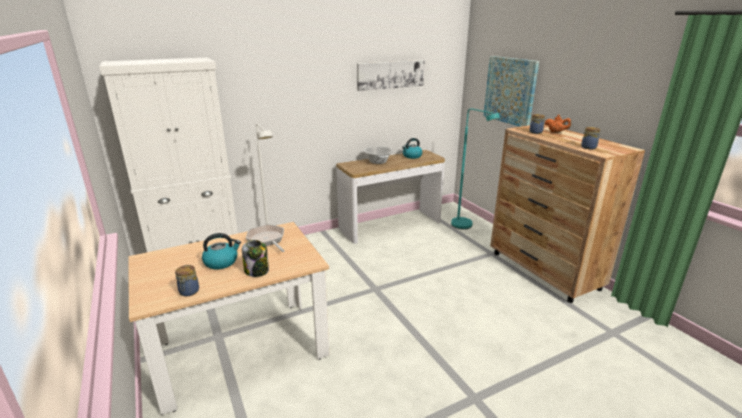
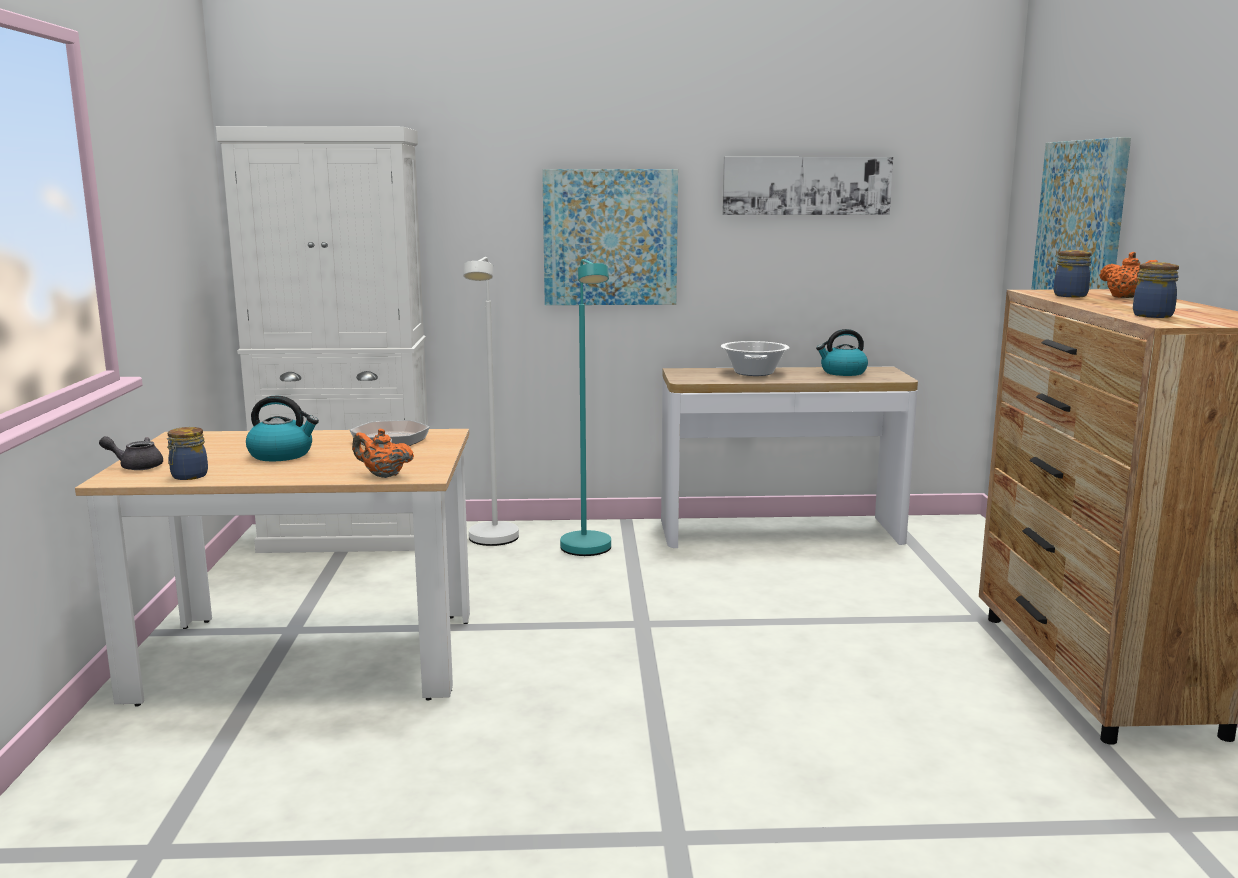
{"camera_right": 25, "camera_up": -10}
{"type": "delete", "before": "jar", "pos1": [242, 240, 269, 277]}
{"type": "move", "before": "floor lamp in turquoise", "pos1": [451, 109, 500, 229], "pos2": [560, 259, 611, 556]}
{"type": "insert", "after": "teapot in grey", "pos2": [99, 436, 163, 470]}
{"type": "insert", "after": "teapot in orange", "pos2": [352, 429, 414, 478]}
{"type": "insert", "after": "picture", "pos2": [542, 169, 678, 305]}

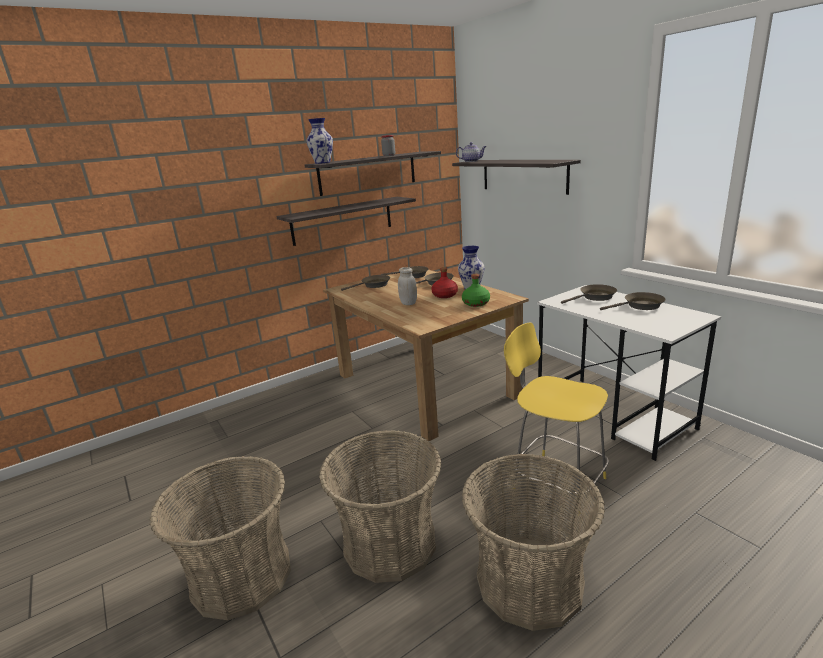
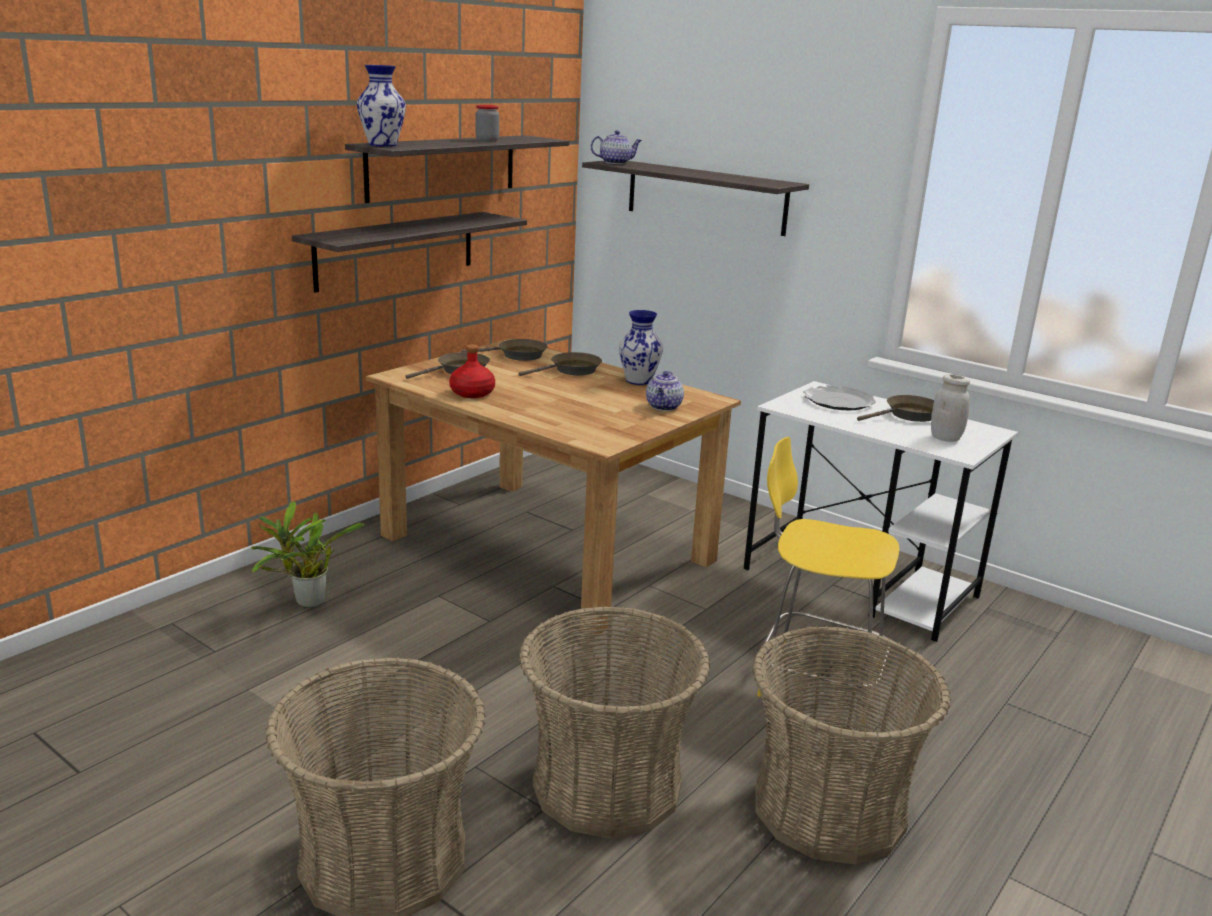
{"camera_right": -20, "camera_up": 0}
{"type": "move", "before": "jar in white", "pos1": [398, 267, 417, 305], "pos2": [931, 374, 970, 442]}
{"type": "move", "before": "bottle in red", "pos1": [431, 267, 458, 298], "pos2": [449, 344, 495, 398]}
{"type": "replace", "before": "bottle in green", "after": "teapot", "pos1": [462, 274, 490, 307], "pos2": [646, 371, 684, 411]}
{"type": "replace", "before": "frying pan in brown", "after": "plate", "pos1": [561, 284, 617, 304], "pos2": [804, 385, 876, 410]}
{"type": "insert", "after": "potted plant", "pos2": [251, 501, 364, 608]}

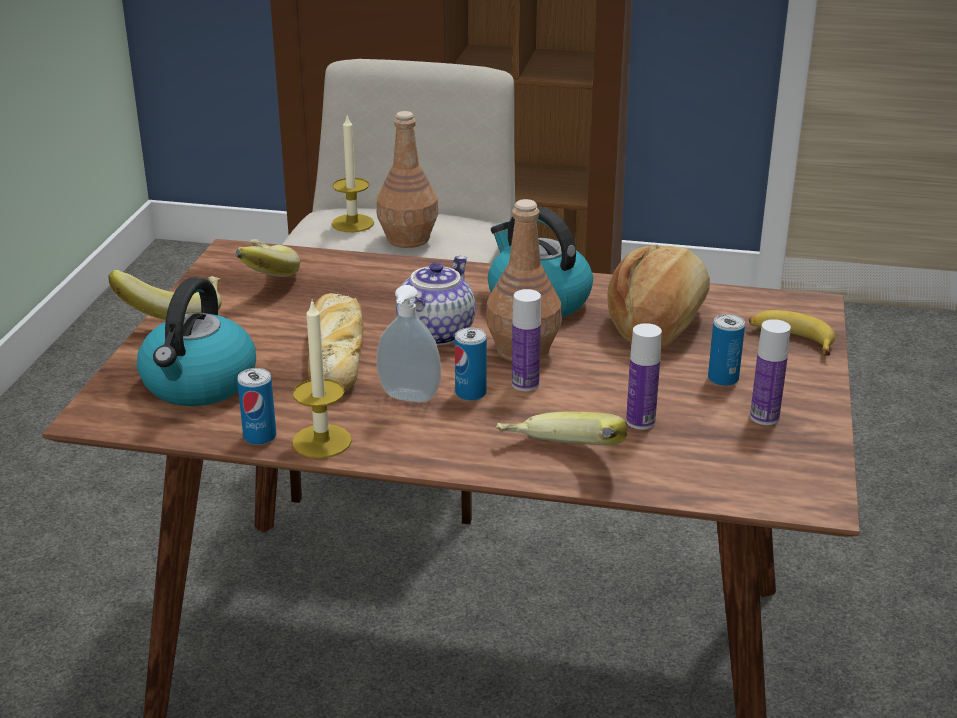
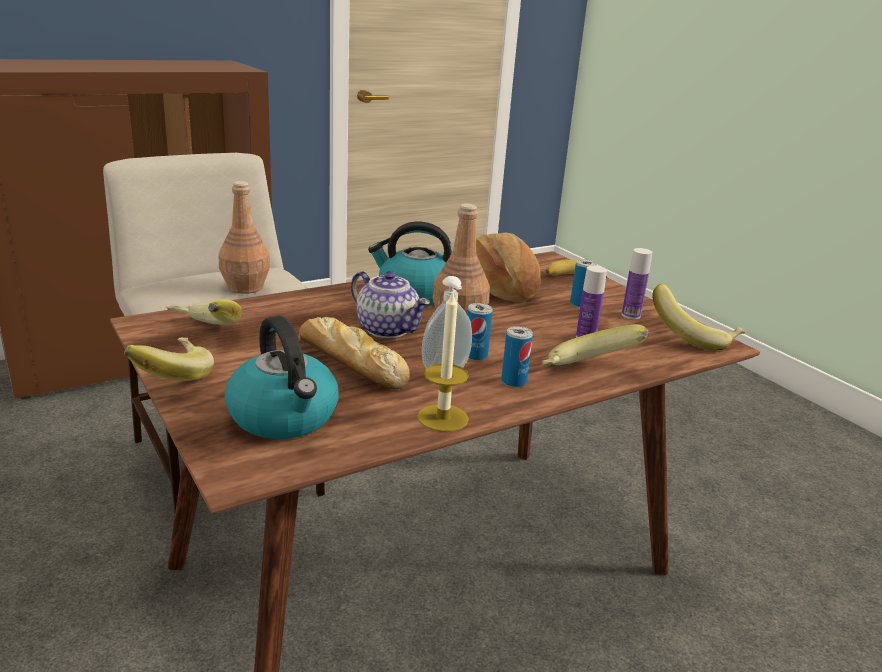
{"camera_right": -45, "camera_up": -5}
{"type": "move", "before": "can", "pos1": [237, 368, 276, 445], "pos2": [501, 326, 533, 387]}
{"type": "delete", "before": "candle", "pos1": [331, 115, 374, 232]}
{"type": "rotate", "before": "teapot", "pos1": [396, 256, 475, 346], "pos2": [351, 271, 430, 338], "turn": 150}
{"type": "delete", "before": "bottle", "pos1": [512, 289, 541, 391]}
{"type": "insert", "after": "banana", "pos2": [652, 284, 745, 351]}

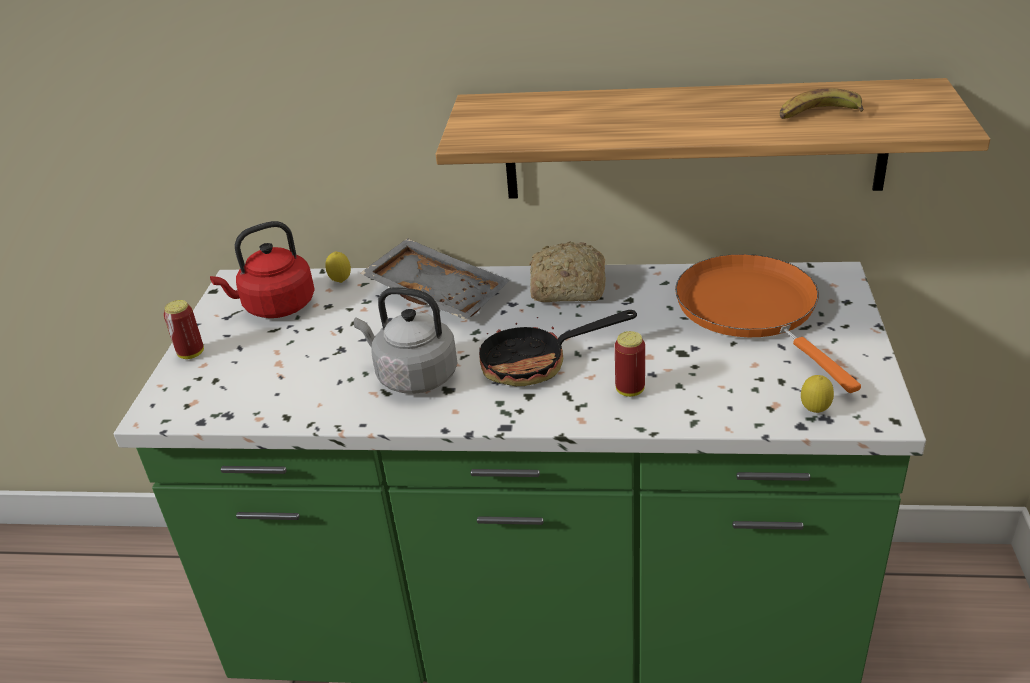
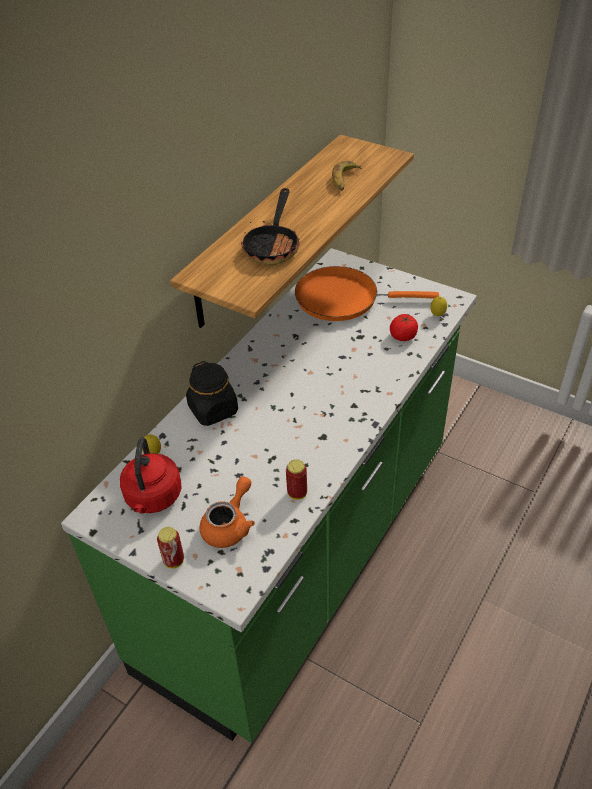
{"camera_right": -65, "camera_up": 10}
{"type": "delete", "before": "kettle in grey", "pos1": [354, 287, 458, 394]}
{"type": "replace", "before": "tray in grey", "after": "jar in black", "pos1": [360, 238, 510, 320], "pos2": [186, 361, 238, 426]}
{"type": "move", "before": "frying pan", "pos1": [479, 310, 637, 386], "pos2": [241, 188, 300, 265]}
{"type": "delete", "before": "bread", "pos1": [529, 241, 606, 302]}
{"type": "move", "before": "can", "pos1": [615, 331, 645, 397], "pos2": [286, 459, 307, 500]}
{"type": "insert", "after": "teapot in orange", "pos2": [199, 476, 255, 548]}
{"type": "insert", "after": "tomato", "pos2": [390, 314, 418, 341]}

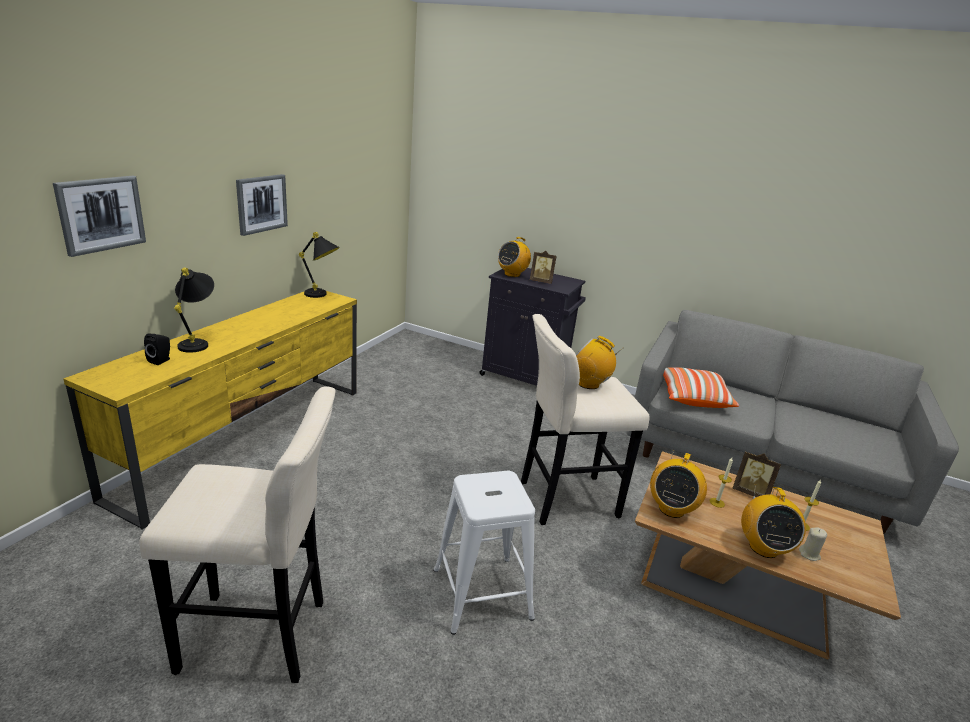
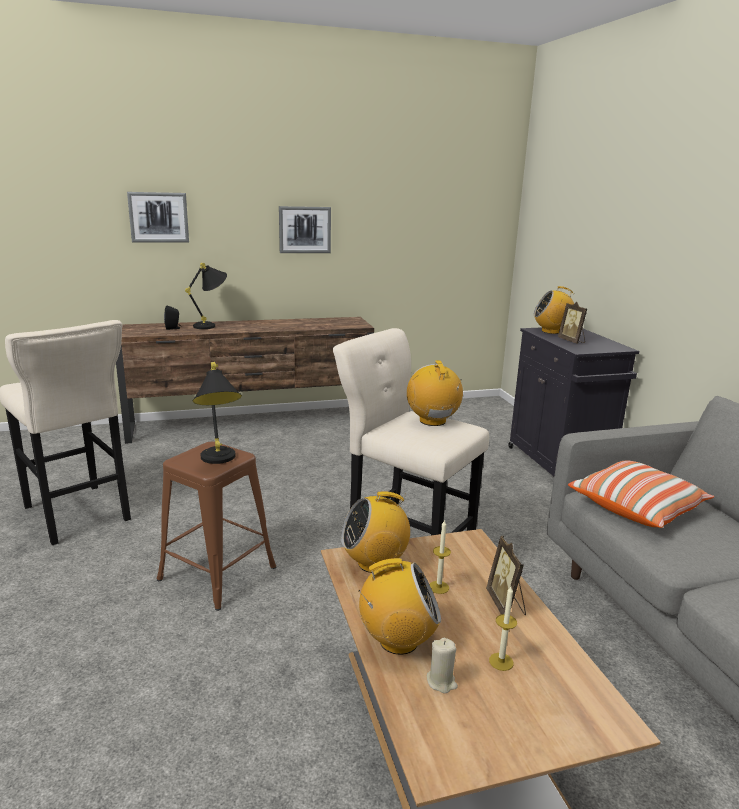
{"camera_right": 50, "camera_up": -5}
{"type": "recolor", "before": "tv stand in yellow", "after": "tv stand in brown", "pos1": [63, 291, 357, 530], "pos2": [116, 317, 374, 444]}
{"type": "move", "before": "table lamp in black", "pos1": [299, 232, 340, 298], "pos2": [193, 362, 242, 464]}
{"type": "recolor", "before": "stool in white", "after": "stool in brown", "pos1": [433, 471, 535, 635], "pos2": [157, 442, 276, 611]}
{"type": "rotate", "before": "radio", "pos1": [741, 484, 806, 558], "pos2": [358, 558, 441, 655], "turn": -150}

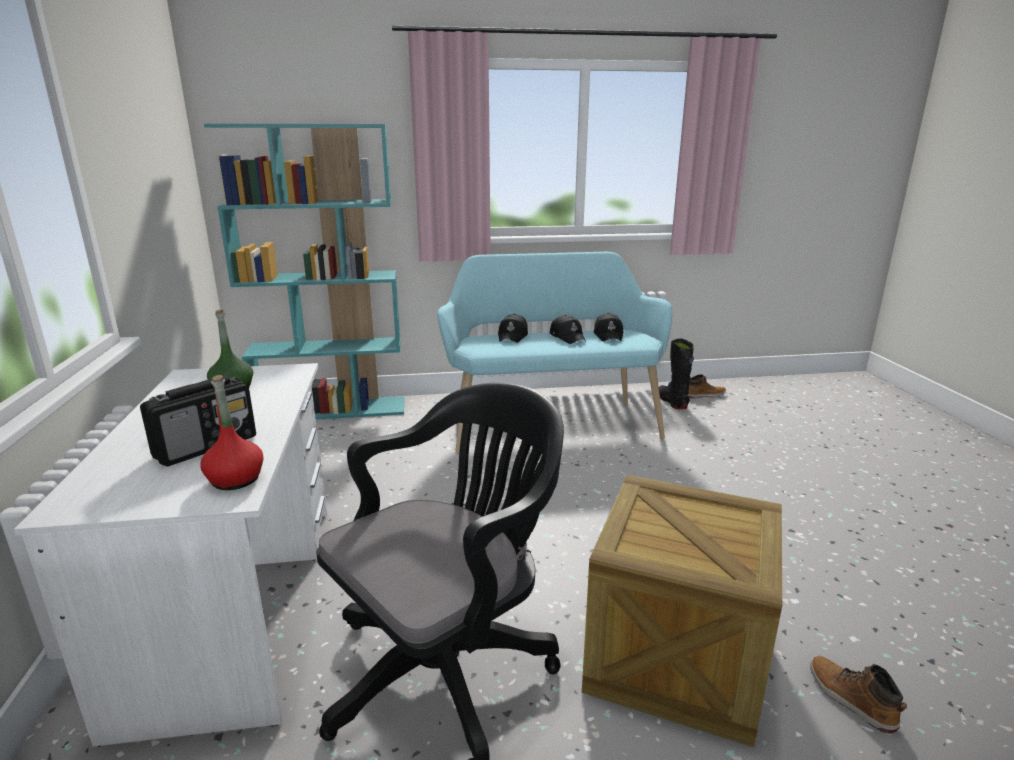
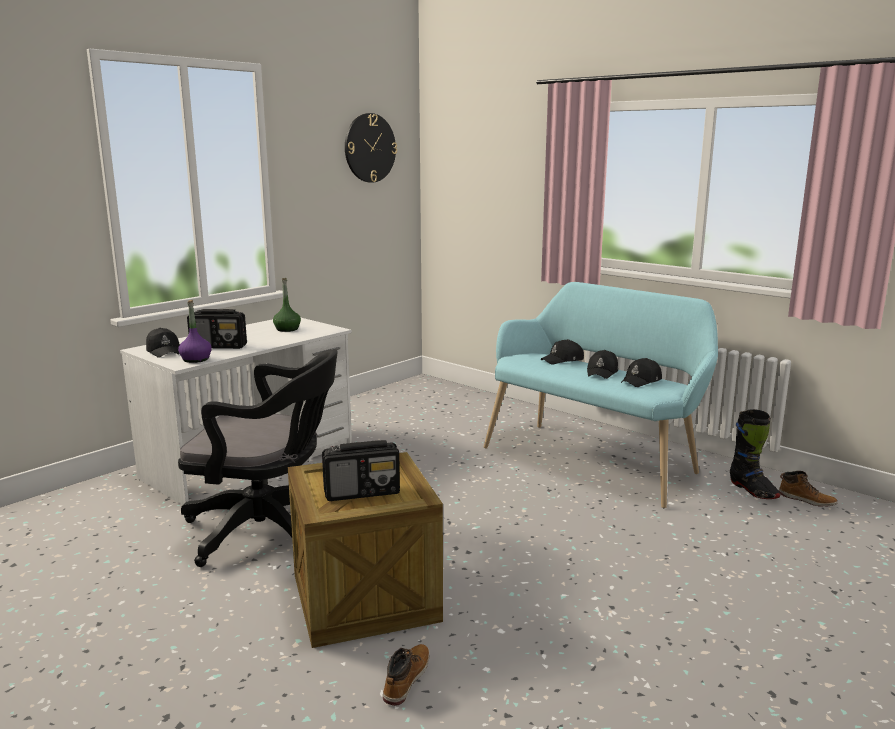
{"camera_right": 50, "camera_up": -5}
{"type": "recolor", "before": "bottle in red", "after": "bottle in purple", "pos1": [200, 375, 264, 490], "pos2": [178, 300, 212, 363]}
{"type": "delete", "before": "bookcase in turquoise", "pos1": [204, 124, 404, 420]}
{"type": "rotate", "before": "boot in black", "pos1": [659, 339, 694, 410], "pos2": [730, 409, 781, 499], "turn": 120}
{"type": "insert", "after": "cap in black", "pos2": [146, 328, 180, 358]}
{"type": "insert", "after": "radio", "pos2": [322, 440, 400, 501]}
{"type": "insert", "after": "wall clock", "pos2": [345, 113, 397, 183]}

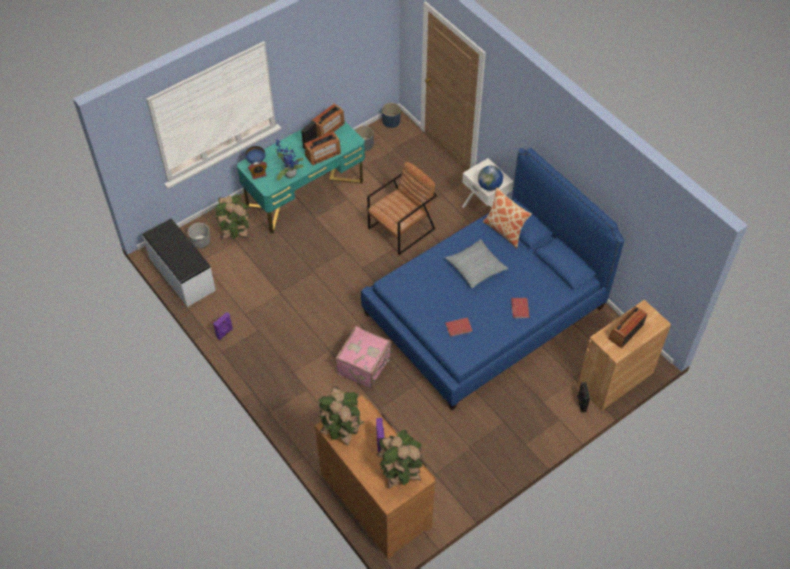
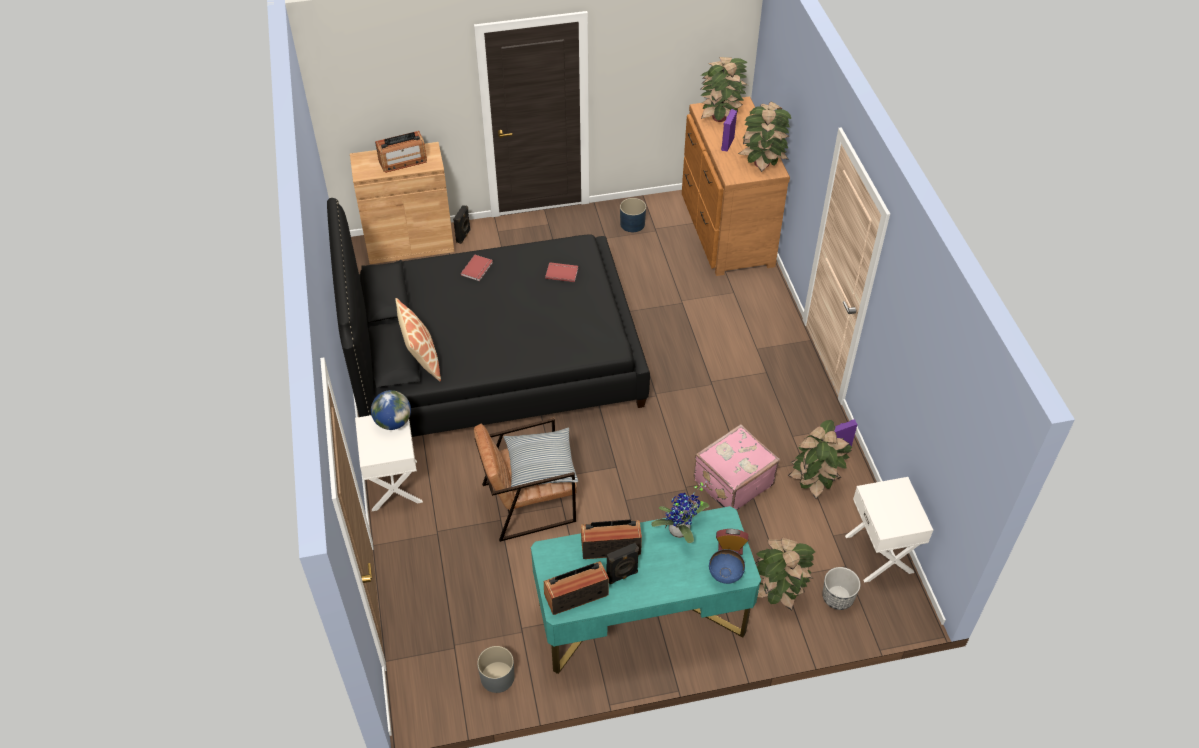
{"camera_right": -155, "camera_up": -5}
{"type": "replace", "before": "bench in white", "after": "nightstand in white", "pos1": [142, 219, 216, 307], "pos2": [845, 477, 933, 583]}
{"type": "move", "before": "suitcase in pink", "pos1": [335, 326, 391, 388], "pos2": [693, 424, 780, 510]}
{"type": "recolor", "before": "bed in blue", "after": "bed in black", "pos1": [361, 148, 625, 410], "pos2": [327, 198, 650, 437]}
{"type": "move", "before": "planter in blue", "pos1": [382, 103, 401, 128], "pos2": [620, 198, 646, 232]}
{"type": "move", "before": "pillow", "pos1": [446, 239, 508, 288], "pos2": [504, 427, 578, 487]}
{"type": "insert", "after": "potted plant", "pos2": [788, 420, 852, 499]}

